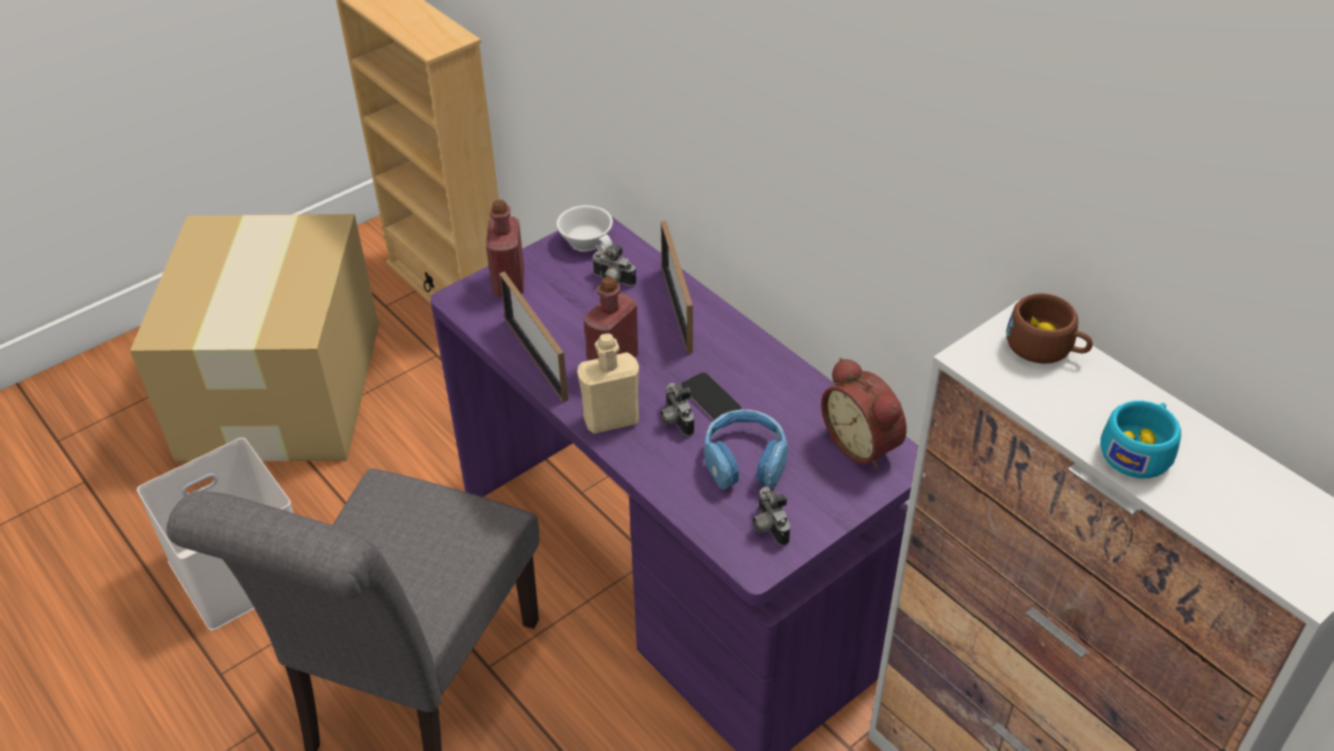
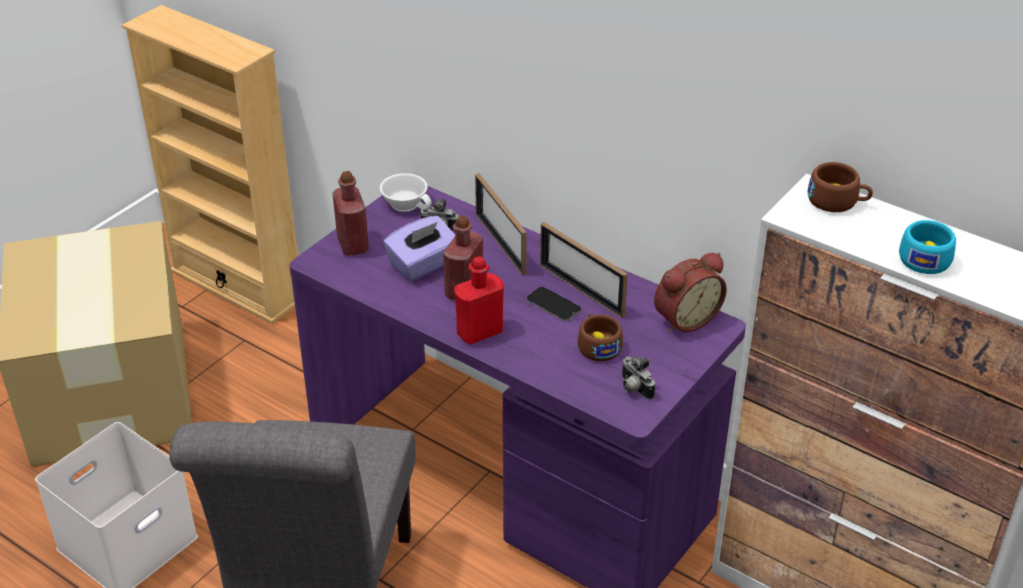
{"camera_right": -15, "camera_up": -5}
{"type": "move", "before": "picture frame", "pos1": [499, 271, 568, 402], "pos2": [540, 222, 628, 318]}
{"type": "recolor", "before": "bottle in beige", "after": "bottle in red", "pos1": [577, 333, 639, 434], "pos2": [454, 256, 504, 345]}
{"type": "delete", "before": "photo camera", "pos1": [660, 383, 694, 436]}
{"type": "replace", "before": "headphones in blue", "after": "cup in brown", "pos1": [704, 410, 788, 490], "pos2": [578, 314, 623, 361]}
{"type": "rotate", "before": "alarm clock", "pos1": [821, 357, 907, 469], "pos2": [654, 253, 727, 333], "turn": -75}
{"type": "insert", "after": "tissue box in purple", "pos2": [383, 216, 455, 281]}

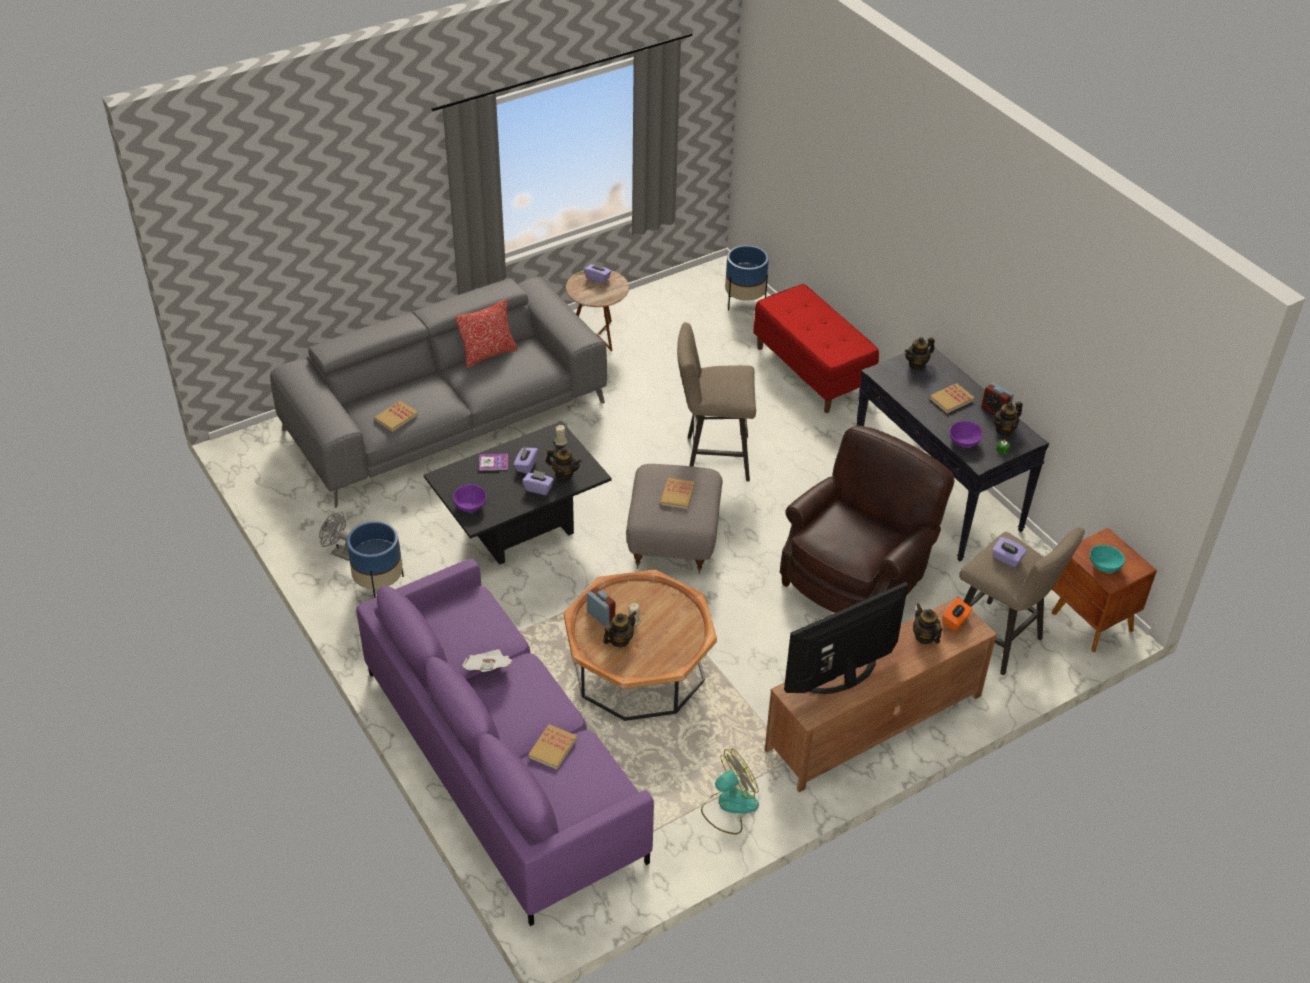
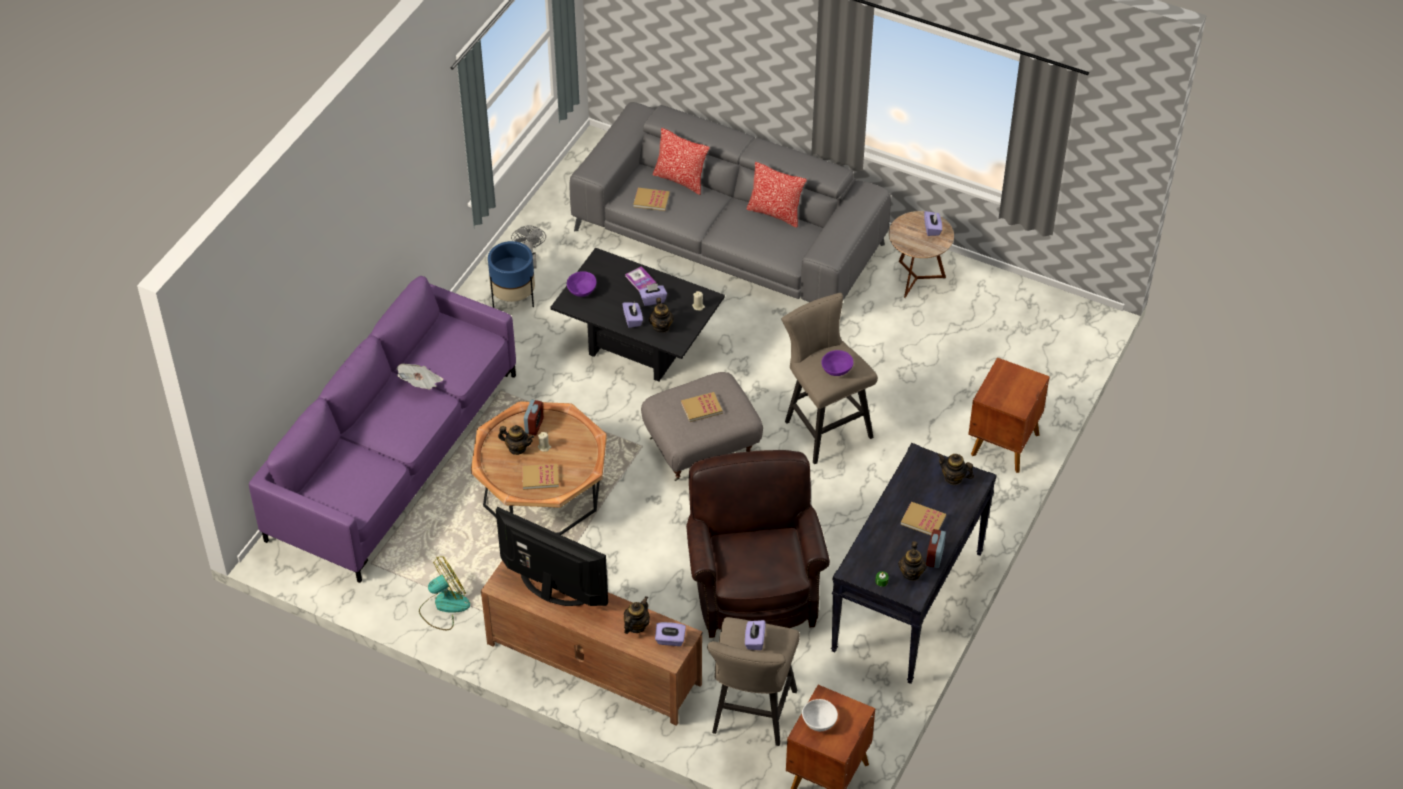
{"camera_right": 60, "camera_up": 5}
{"type": "move", "before": "book", "pos1": [528, 724, 577, 770], "pos2": [522, 464, 559, 490]}
{"type": "rotate", "before": "fan", "pos1": [701, 749, 759, 834], "pos2": [419, 557, 470, 630], "turn": -60}
{"type": "delete", "before": "planter in blue", "pos1": [725, 245, 769, 311]}
{"type": "replace", "before": "bench in red", "after": "nightstand in brown", "pos1": [753, 284, 879, 413], "pos2": [968, 357, 1050, 473]}
{"type": "rotate", "before": "armchair in brown", "pos1": [780, 426, 954, 613], "pos2": [686, 450, 830, 638], "turn": -105}
{"type": "recolor", "before": "tissue box in orange", "after": "tissue box in purple", "pos1": [942, 598, 973, 631], "pos2": [655, 622, 686, 646]}
{"type": "move", "before": "bowl in purple", "pos1": [950, 421, 983, 448], "pos2": [821, 350, 853, 376]}
{"type": "rotate", "before": "teapot", "pos1": [994, 401, 1023, 436], "pos2": [898, 541, 927, 581], "turn": -105}
{"type": "recolor", "before": "bowl in turquoise", "after": "bowl in white", "pos1": [1090, 545, 1125, 573], "pos2": [802, 699, 838, 731]}
{"type": "insert", "after": "pillow", "pos2": [653, 128, 710, 195]}

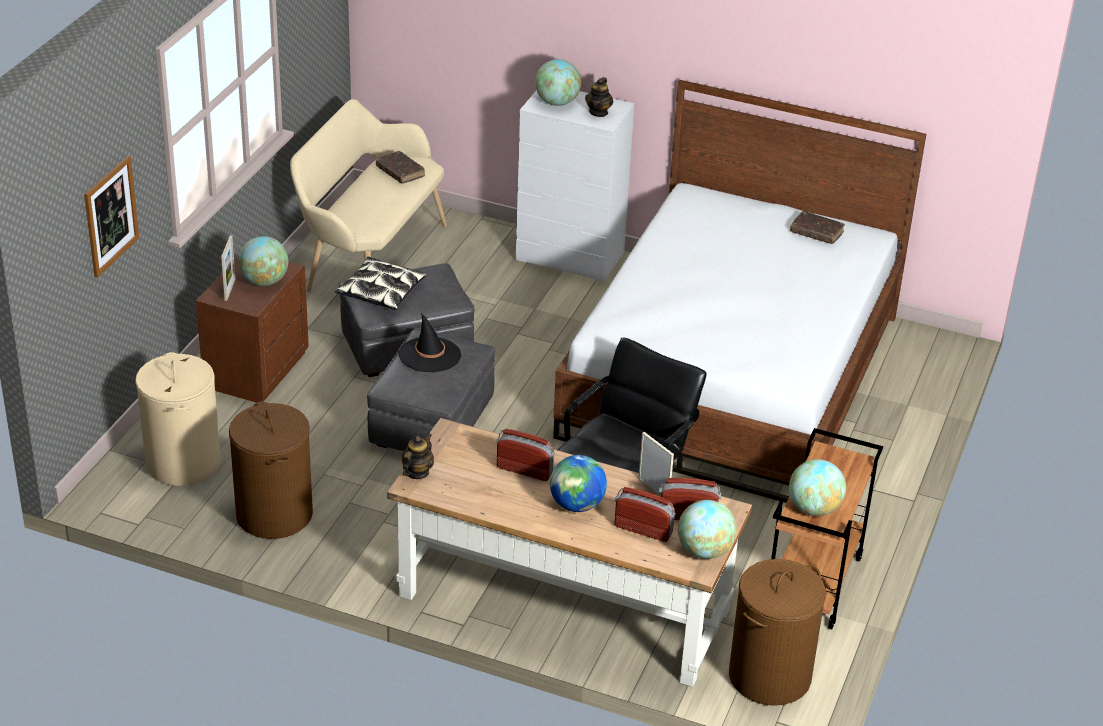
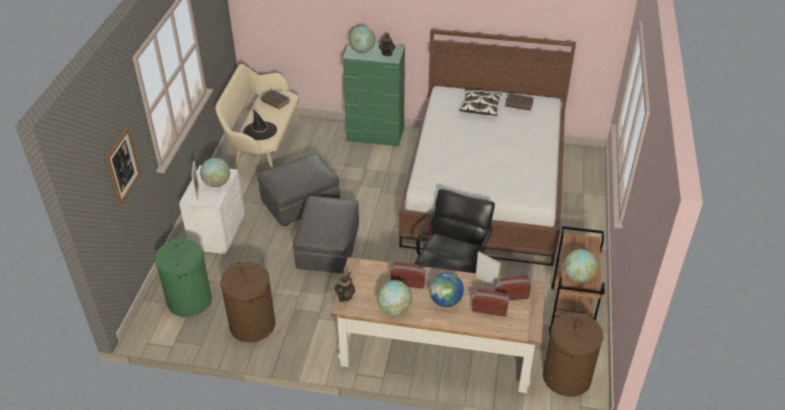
{"camera_right": -10, "camera_up": 5}
{"type": "recolor", "before": "laundry basket in beige", "after": "laundry basket in green", "pos1": [135, 352, 221, 486], "pos2": [155, 239, 212, 317]}
{"type": "recolor", "before": "nightstand in brown", "after": "nightstand in white", "pos1": [196, 256, 309, 403], "pos2": [179, 165, 245, 254]}
{"type": "move", "before": "pillow", "pos1": [335, 257, 427, 310], "pos2": [459, 89, 502, 116]}
{"type": "move", "before": "hat in black", "pos1": [398, 313, 461, 372], "pos2": [244, 110, 277, 140]}
{"type": "recolor", "before": "dresser in white", "after": "dresser in green", "pos1": [516, 90, 634, 282], "pos2": [342, 43, 405, 147]}
{"type": "move", "before": "globe", "pos1": [678, 500, 737, 559], "pos2": [377, 280, 412, 316]}

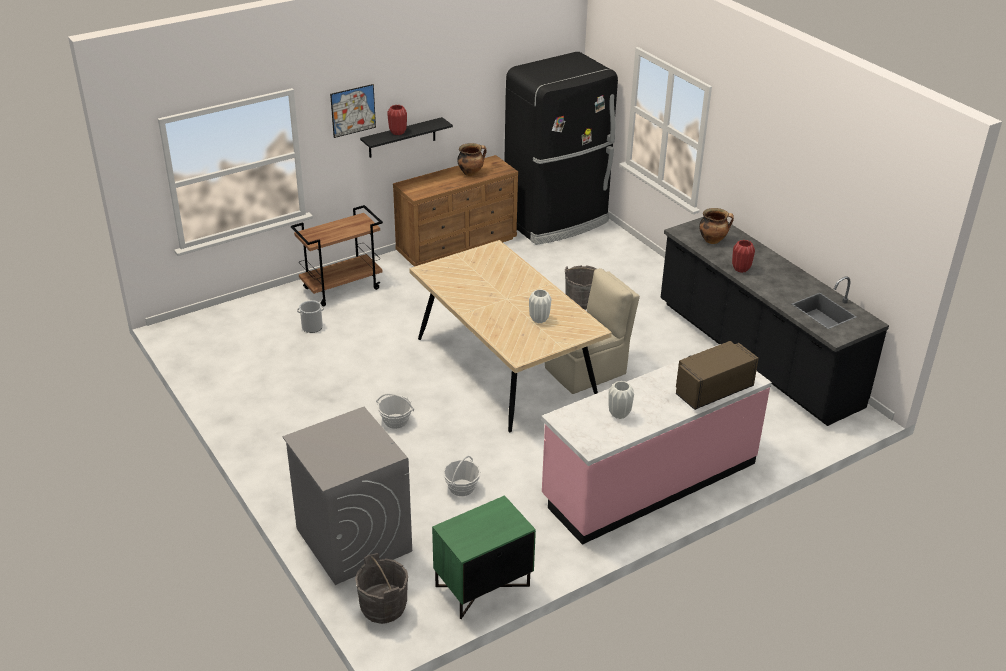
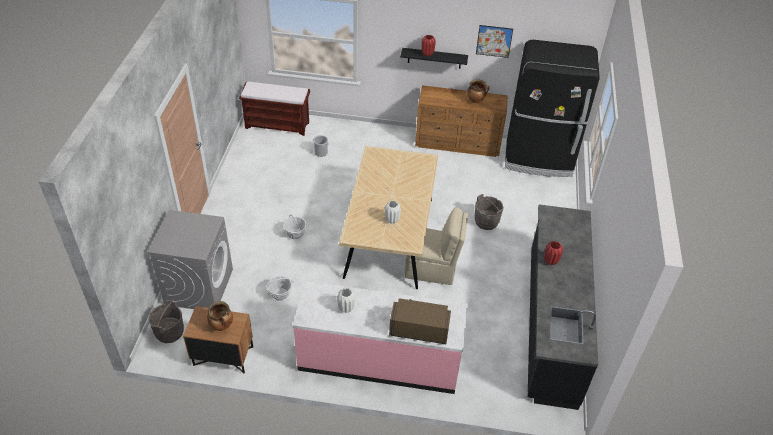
{"camera_right": 40, "camera_up": 10}
{"type": "delete", "before": "cart in brown", "pos1": [291, 205, 383, 306]}
{"type": "move", "before": "picture", "pos1": [330, 84, 376, 138], "pos2": [476, 25, 513, 58]}
{"type": "recolor", "before": "nightstand in green", "after": "nightstand in brown", "pos1": [432, 495, 536, 619], "pos2": [183, 306, 253, 373]}
{"type": "move", "before": "cooking pot", "pos1": [699, 208, 734, 244], "pos2": [207, 301, 233, 331]}
{"type": "insert", "after": "bench in brown", "pos2": [239, 81, 310, 136]}

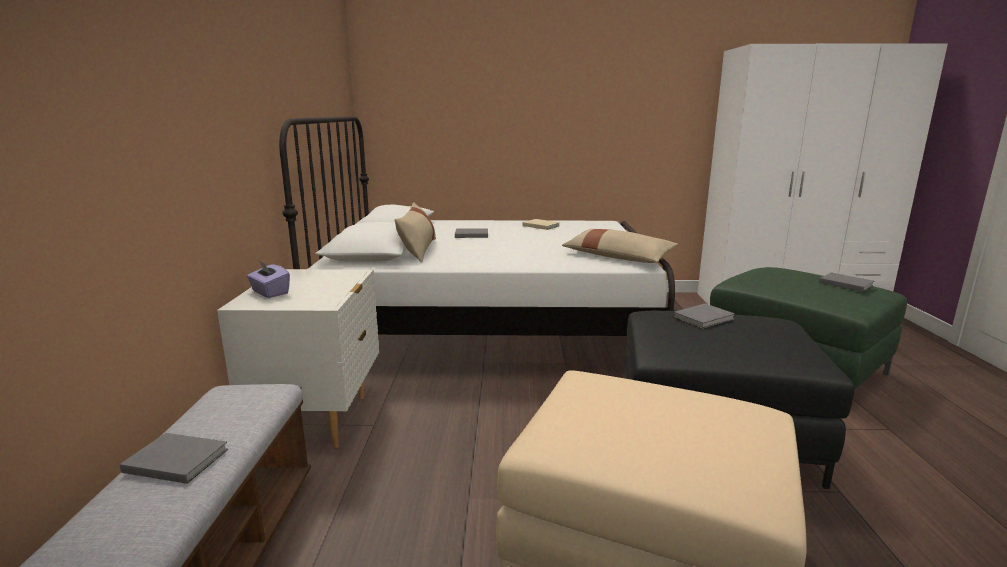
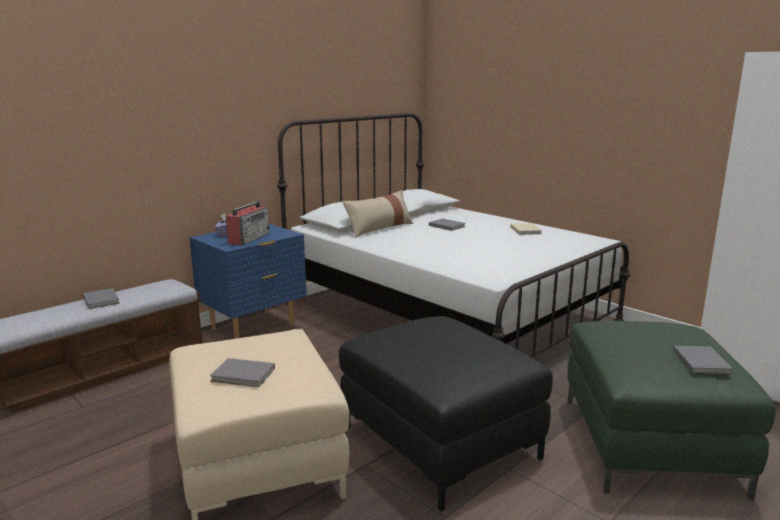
{"camera_right": 45, "camera_up": 0}
{"type": "recolor", "before": "nightstand in white", "after": "nightstand in blue", "pos1": [217, 269, 379, 448], "pos2": [189, 224, 307, 339]}
{"type": "delete", "before": "pillow in beige", "pos1": [562, 229, 678, 263]}
{"type": "move", "before": "book in grey", "pos1": [673, 303, 735, 329], "pos2": [210, 358, 275, 387]}
{"type": "insert", "after": "radio", "pos2": [226, 200, 270, 246]}

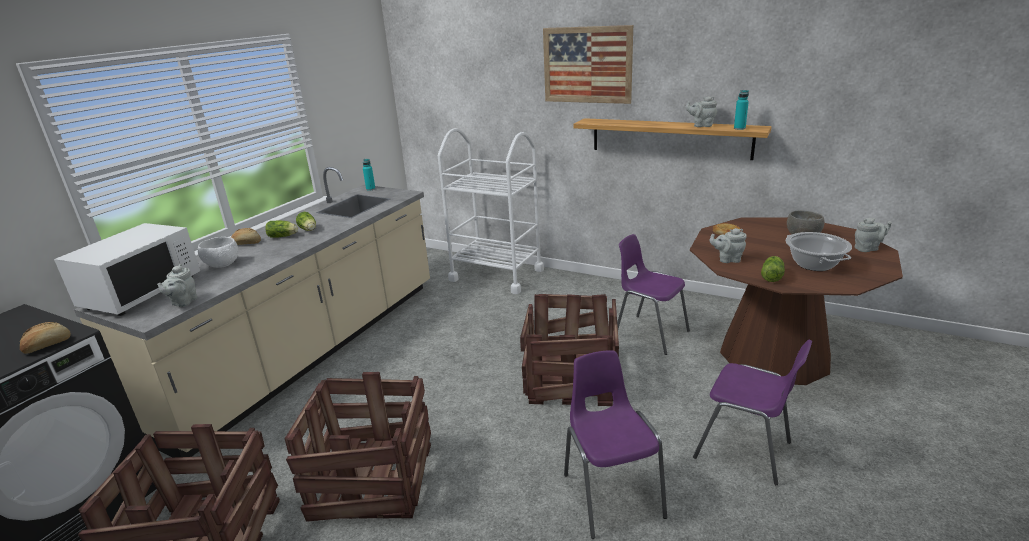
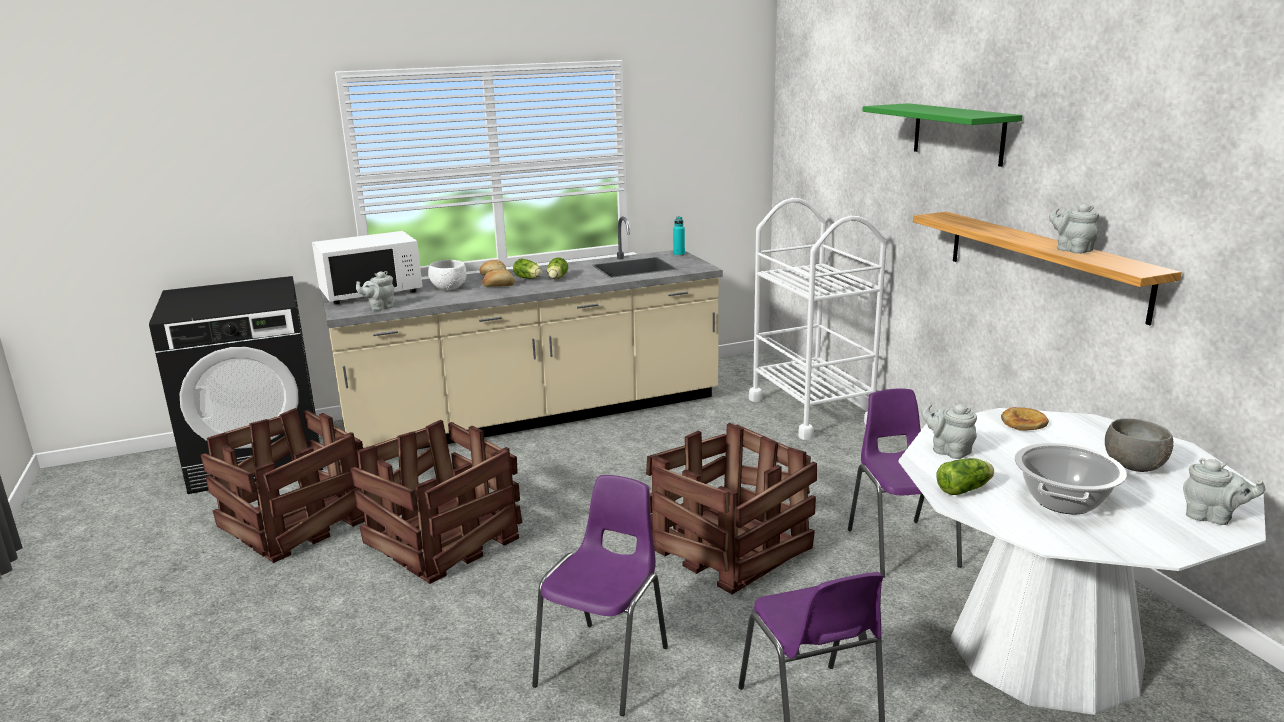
{"camera_right": 40, "camera_up": -5}
{"type": "move", "before": "bread", "pos1": [20, 322, 71, 354], "pos2": [482, 269, 515, 287]}
{"type": "replace", "before": "picture", "after": "shelf in green", "pos1": [543, 25, 633, 104], "pos2": [862, 103, 1022, 167]}
{"type": "recolor", "before": "dining table in brown", "after": "dining table in white", "pos1": [690, 217, 903, 385], "pos2": [899, 408, 1266, 715]}
{"type": "delete", "before": "bottle in turquoise", "pos1": [734, 90, 749, 130]}

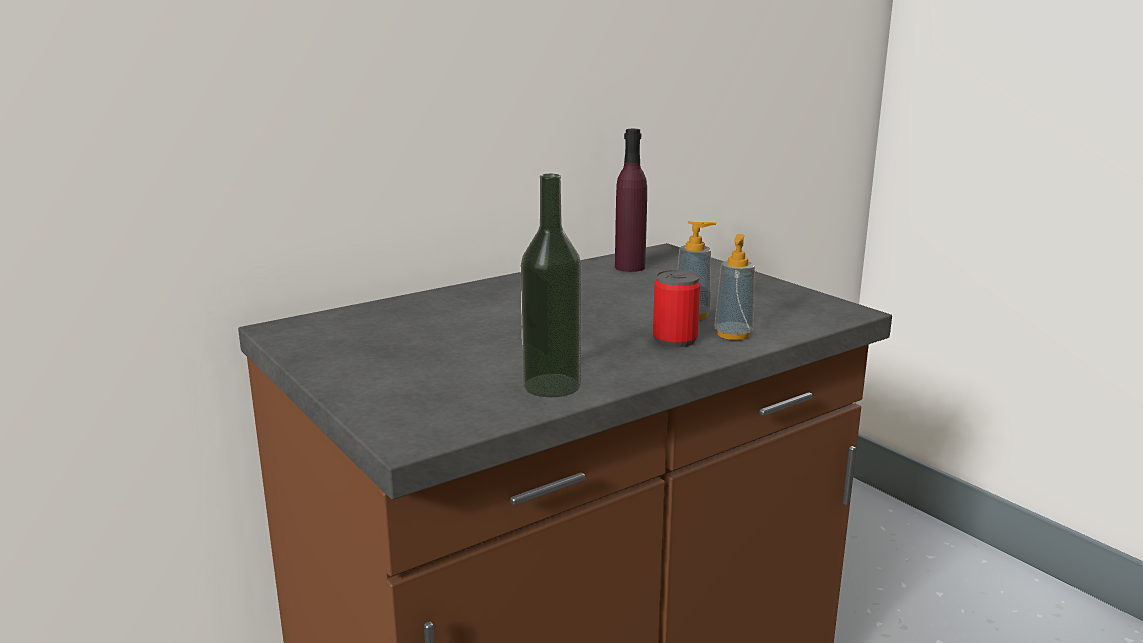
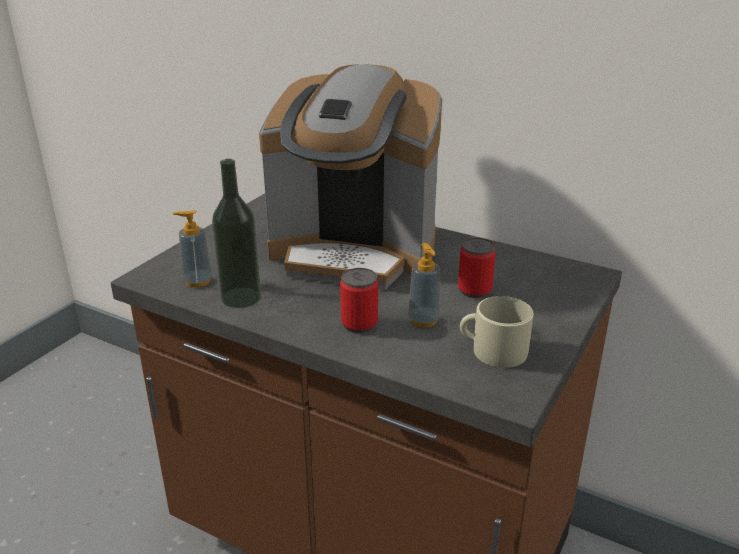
{"camera_right": 65, "camera_up": 10}
{"type": "delete", "before": "bottle in purple", "pos1": [615, 129, 647, 272]}
{"type": "move", "before": "soap dispenser", "pos1": [714, 234, 755, 340], "pos2": [173, 210, 213, 287]}
{"type": "insert", "after": "coffee machine", "pos2": [259, 64, 442, 290]}
{"type": "insert", "after": "can", "pos2": [458, 238, 496, 298]}
{"type": "insert", "after": "mug in beige", "pos2": [460, 296, 534, 368]}

